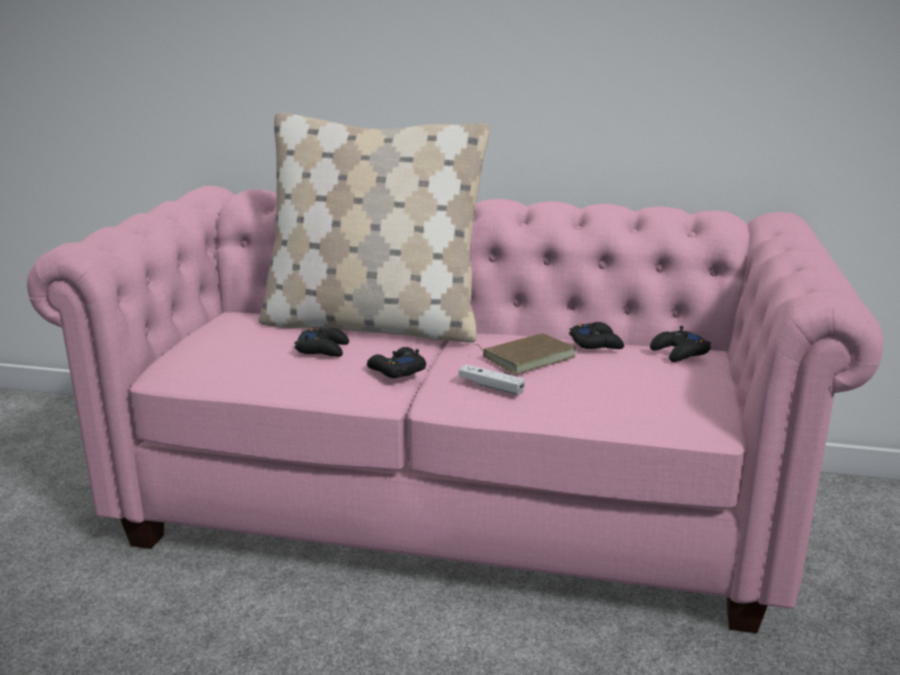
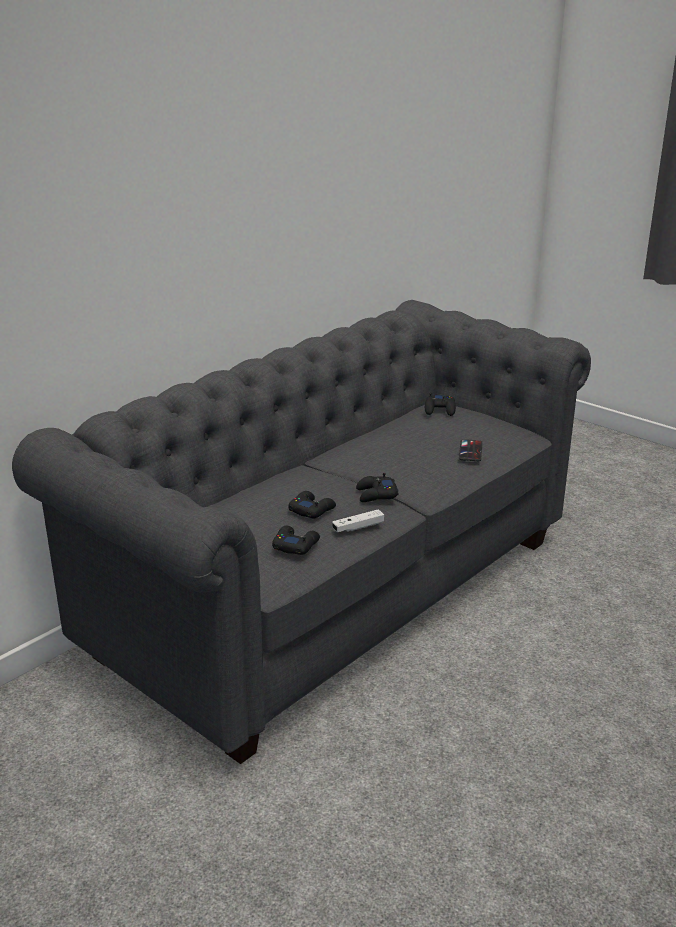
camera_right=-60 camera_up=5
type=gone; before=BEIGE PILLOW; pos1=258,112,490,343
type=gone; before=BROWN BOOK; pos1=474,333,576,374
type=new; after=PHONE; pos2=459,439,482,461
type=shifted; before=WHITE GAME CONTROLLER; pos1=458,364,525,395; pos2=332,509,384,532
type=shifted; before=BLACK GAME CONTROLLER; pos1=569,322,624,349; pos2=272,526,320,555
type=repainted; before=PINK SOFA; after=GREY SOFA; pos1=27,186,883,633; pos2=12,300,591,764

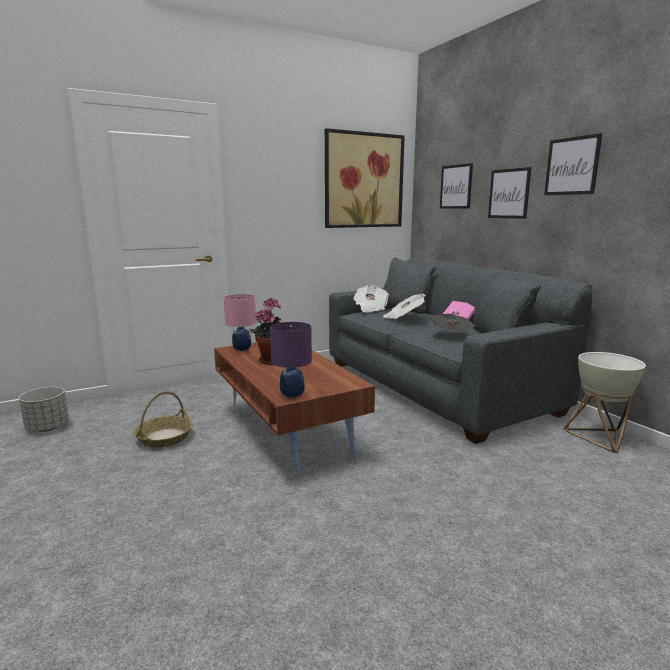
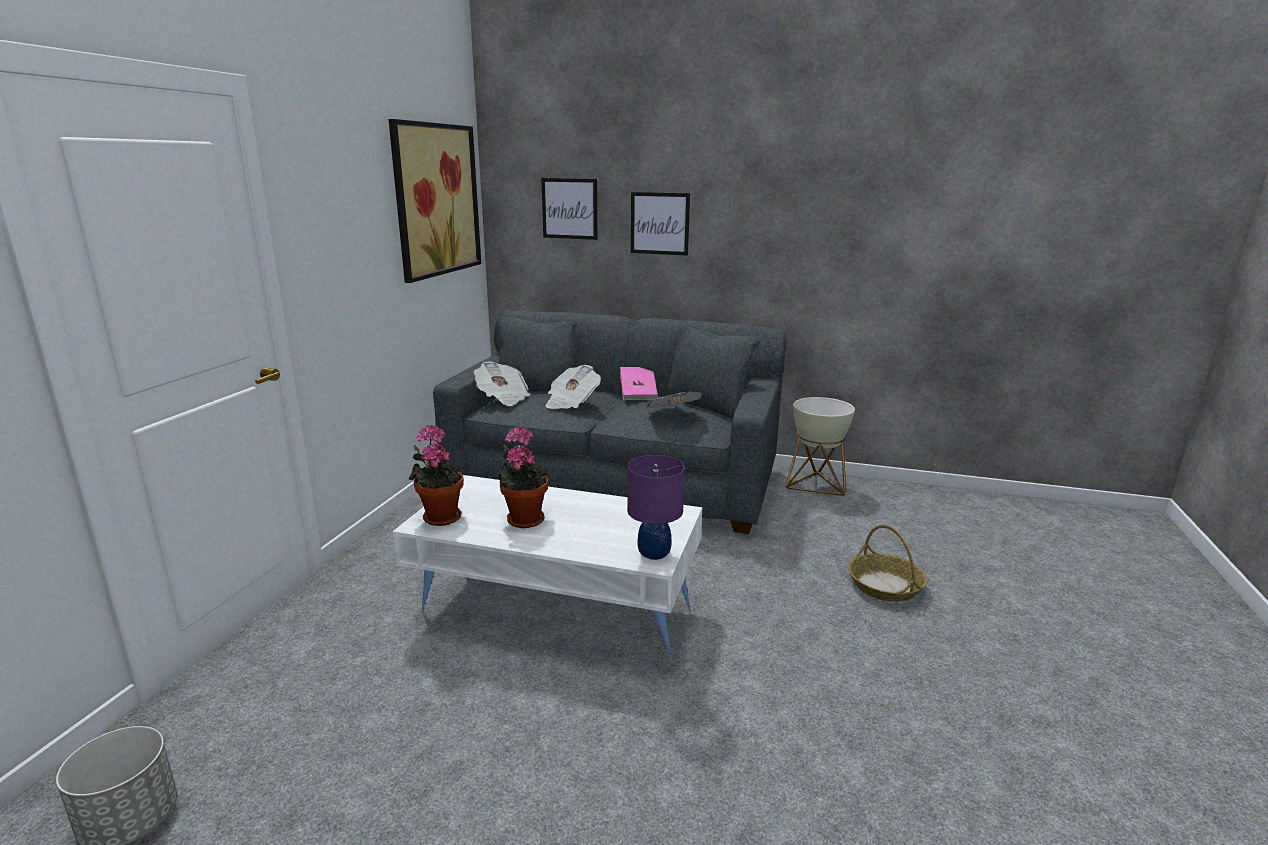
camera_right=-45 camera_up=5
type=gone; before=PICTURE; pos1=544,133,602,195
type=shifted; before=BASKET; pos1=133,391,193,448; pos2=848,525,928,602
type=swapped; before=PINK TABLE LAMP; after=POTTED PLANT; pos1=224,294,256,351; pos2=409,425,464,526
type=repainted; before=BROWN COFFEE TABLE; after=WHITE COFFEE TABLE; pos1=214,342,375,481; pos2=393,475,702,660

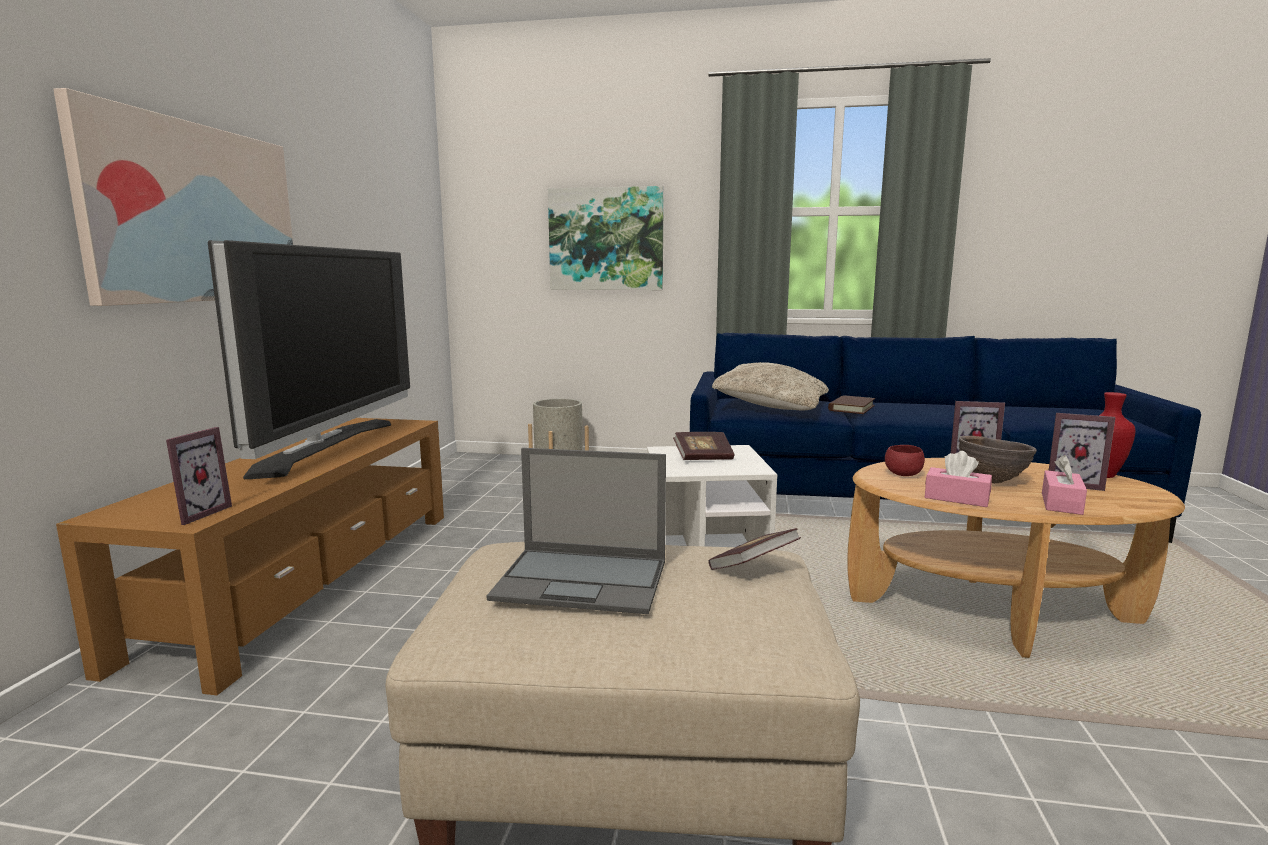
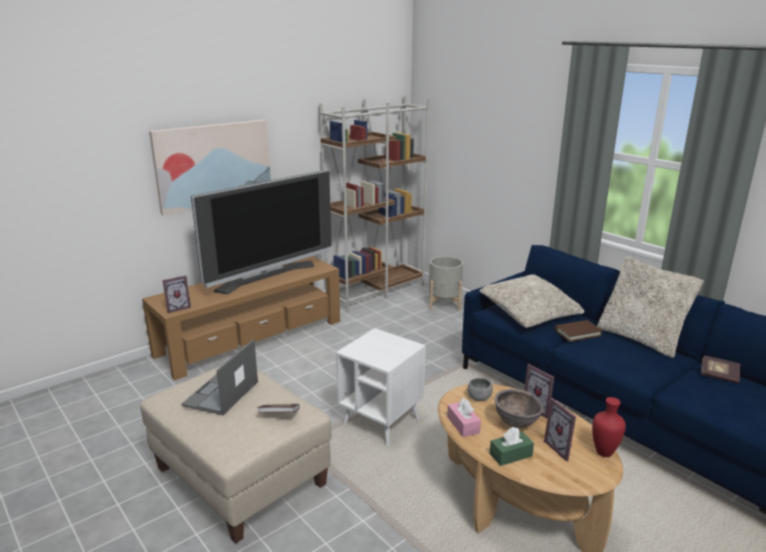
camera_right=40 camera_up=10
type=gone; before=PICTURE; pos1=548,186,664,290
type=new; after=BROWN BOOKCASE; pos2=319,96,430,311
type=new; after=BEIGE PILLOW; pos2=597,256,704,358
type=shifted; before=BOOK; pos1=673,432,735,460; pos2=701,356,740,383
type=repainted; before=RED BOWL; after=GREY BOWL; pos1=885,445,925,476; pos2=468,378,493,401
type=repainted; before=PINK TISSUE BOX; after=GREEN TISSUE BOX; pos1=1042,455,1087,515; pos2=490,427,534,466
type=rotated; before=LAPTOP; pos1=487,448,666,614; pos2=181,340,258,415; turn=60

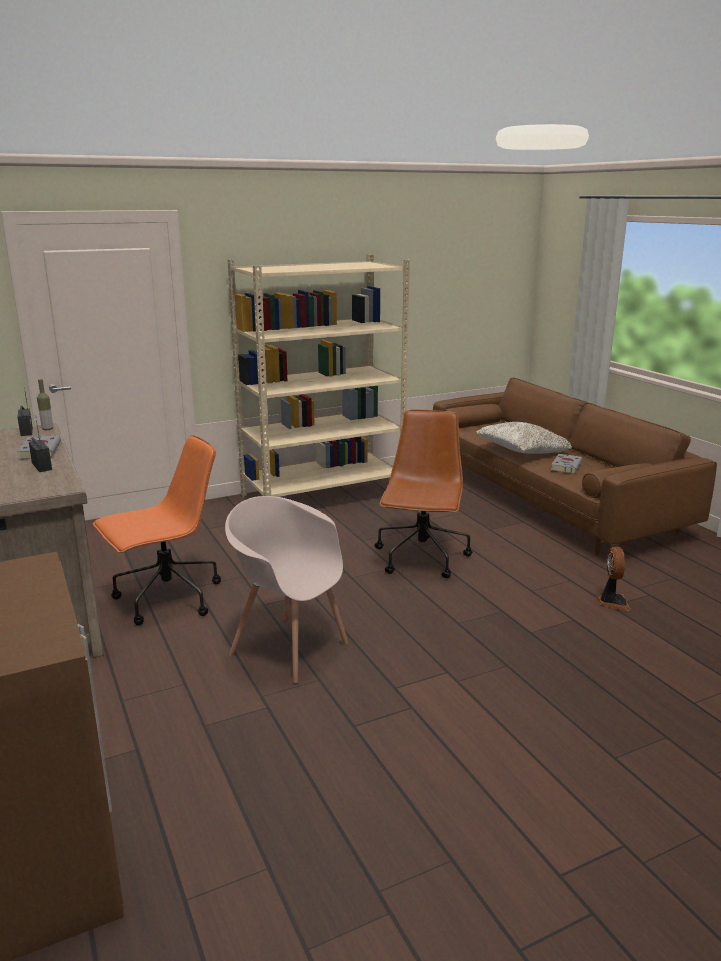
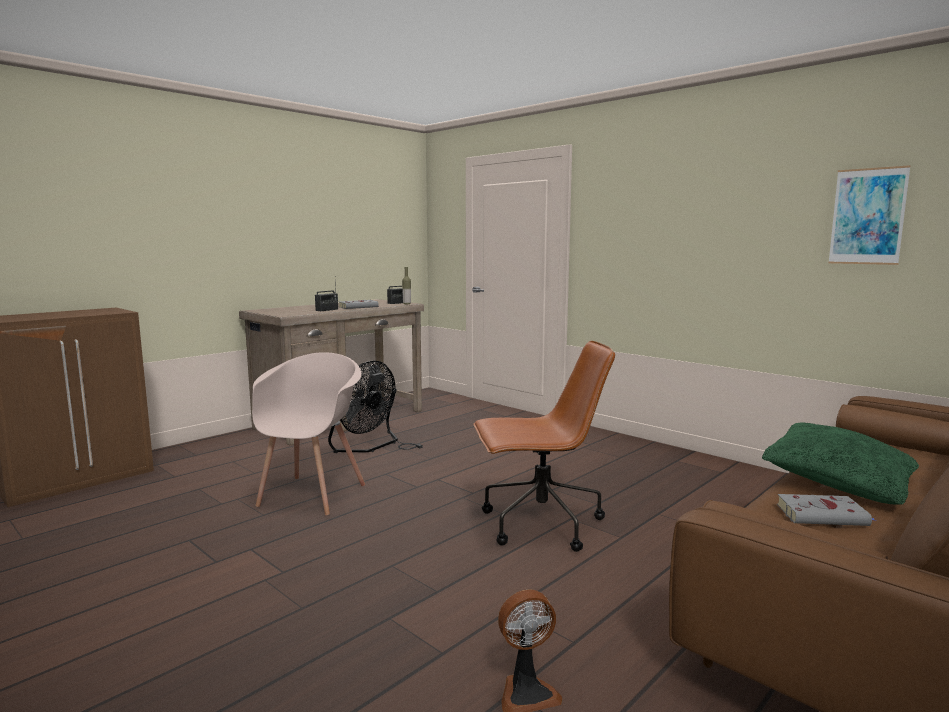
camera_right=70 camera_up=-10
type=gone; before=BEIGE BOOKCASE; pos1=228,254,410,498
type=new; after=PICTURE; pos2=828,165,911,265
type=swapped; before=ORANGE OFFICE CHAIR; after=BLACK FAN; pos1=93,435,221,625; pos2=328,361,423,453
type=repainted; before=BEIGE PILLOW; after=GREEN PILLOW; pos1=476,422,572,454; pos2=762,422,919,505

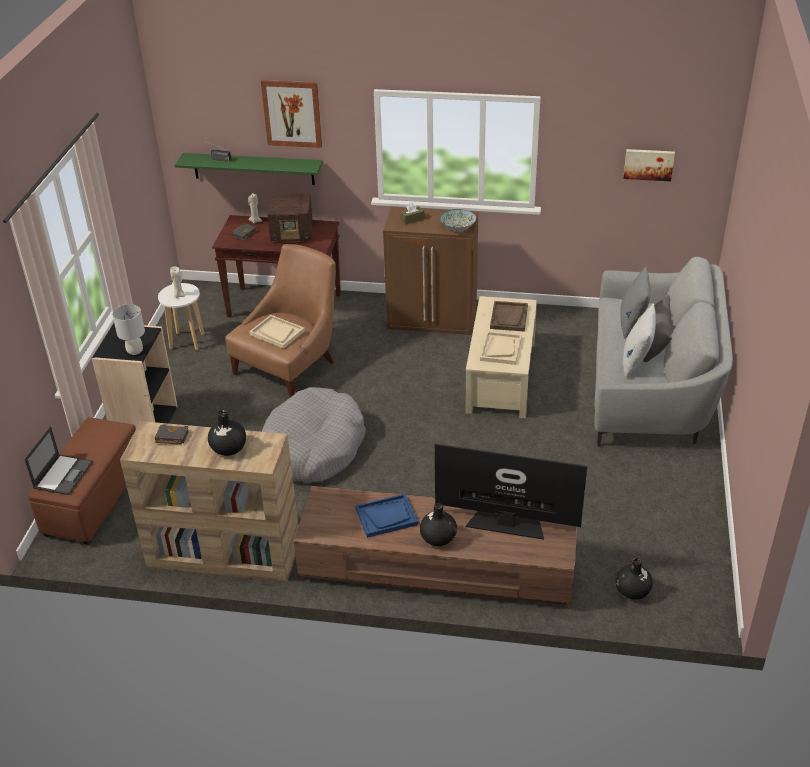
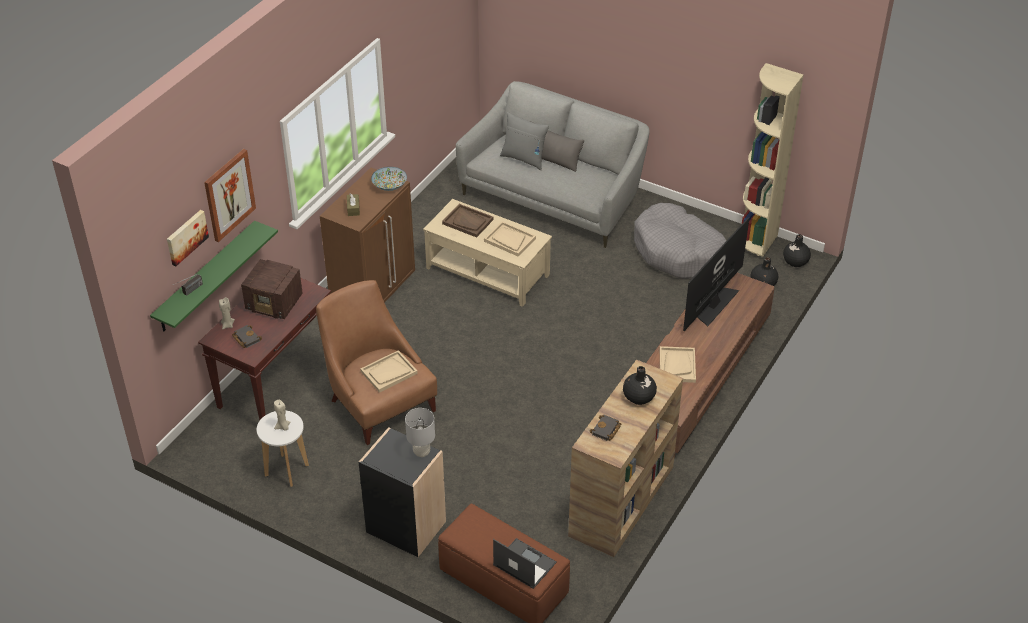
camera_right=-70 camera_up=5
type=gone; before=GREY PILLOW; pos1=623,303,656,378
type=new; after=BEIGE BOOKCASE; pos2=742,63,803,257
type=shifted; before=GREY DOG BED; pos1=262,387,366,483; pos2=634,203,726,278
type=shifted; before=BLACK VASE; pos1=420,503,457,547; pos2=783,234,811,267
type=shifted; before=PICTURE; pos1=623,149,675,181; pos2=167,210,209,266
type=repainted; before=BLUE TRAY; after=BEIGE TRAY; pos1=355,493,418,538; pos2=660,346,696,383
type=rotated; before=RADIO; pos1=268,194,313,242; pos2=241,259,303,319; turn=90

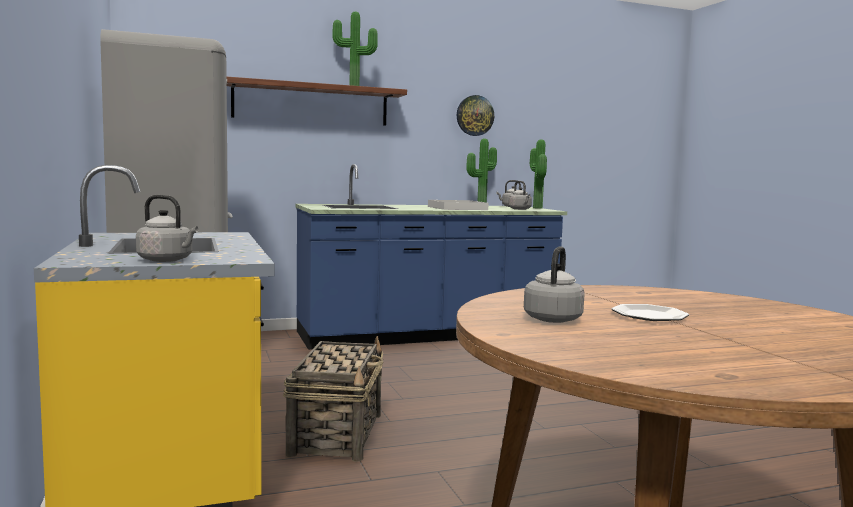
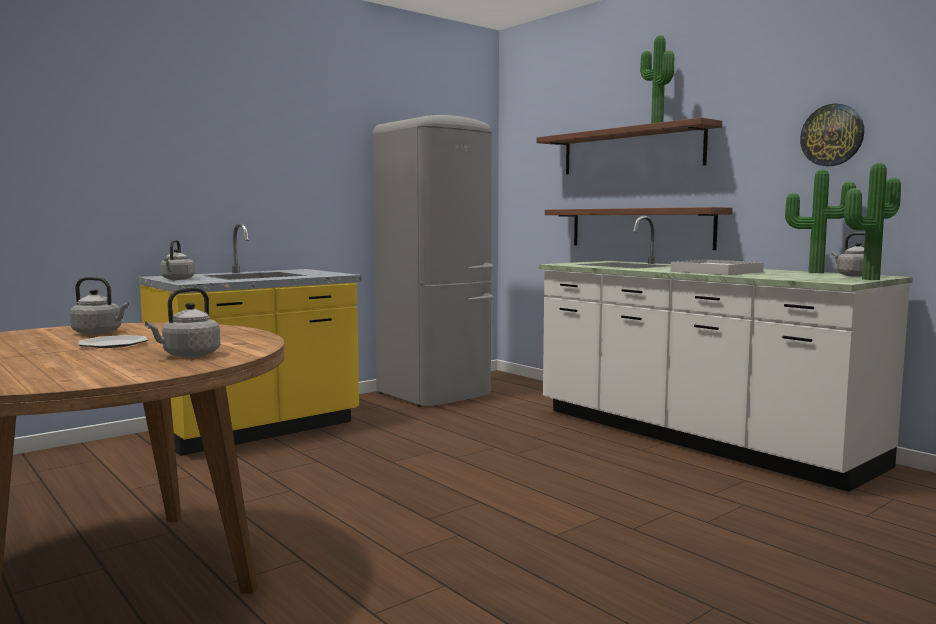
camera_right=70 camera_up=0
type=gone; before=BASKET; pos1=283,336,383,461
type=new; after=SHELF; pos2=545,207,733,250
type=shifted; before=GREY KETTLE; pos1=508,181,532,210; pos2=145,287,220,357
type=repainted; before=BLUE COUNTER; after=WHITE COUNTER; pos1=296,164,567,350; pos2=539,216,913,492

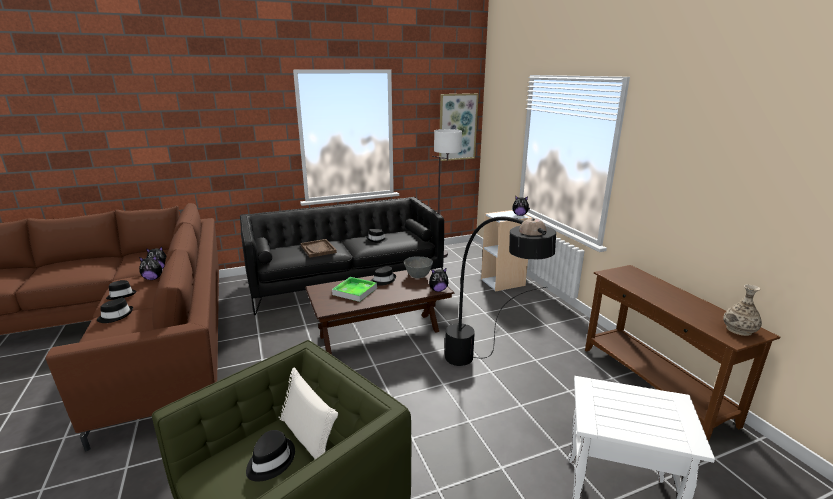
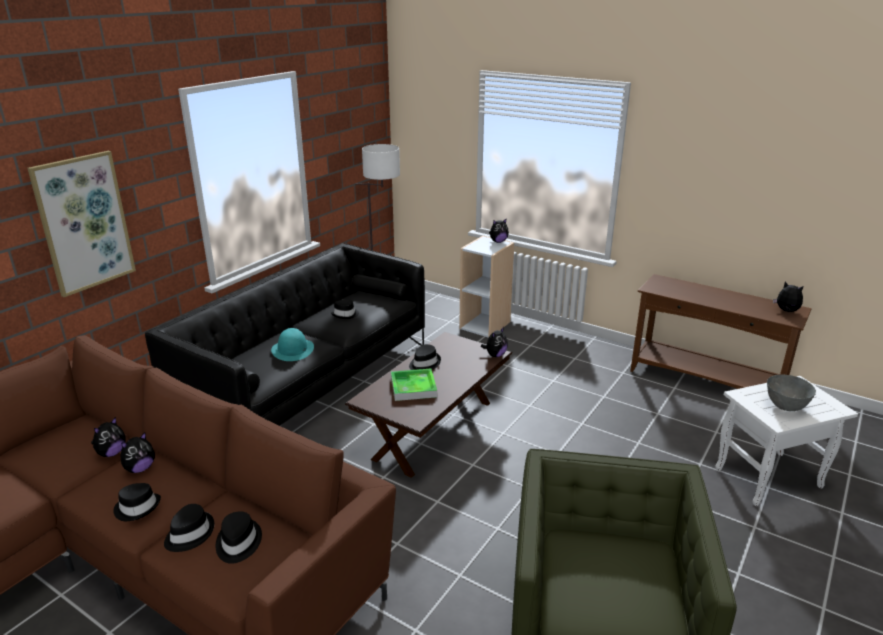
camera_right=-35 camera_up=5
type=gone; before=WHITE PILLOW; pos1=278,368,338,459
type=gone; before=BLACK FLOOR LAMP; pos1=445,217,556,366
type=shifted; before=BLACK HAT; pos1=246,430,295,481; pos2=216,511,262,564
type=shifted; before=GREY BOWL; pos1=404,257,433,278; pos2=767,375,816,411
type=shifted; before=PICTURE; pos1=439,93,479,161; pos2=27,151,136,297
type=swapped; before=BROWN TRAY; after=TURQUOISE HAT; pos1=301,239,337,258; pos2=271,328,314,361
type=swapped; before=VASE; after=PLUSH TOY; pos1=723,284,762,336; pos2=773,282,804,312

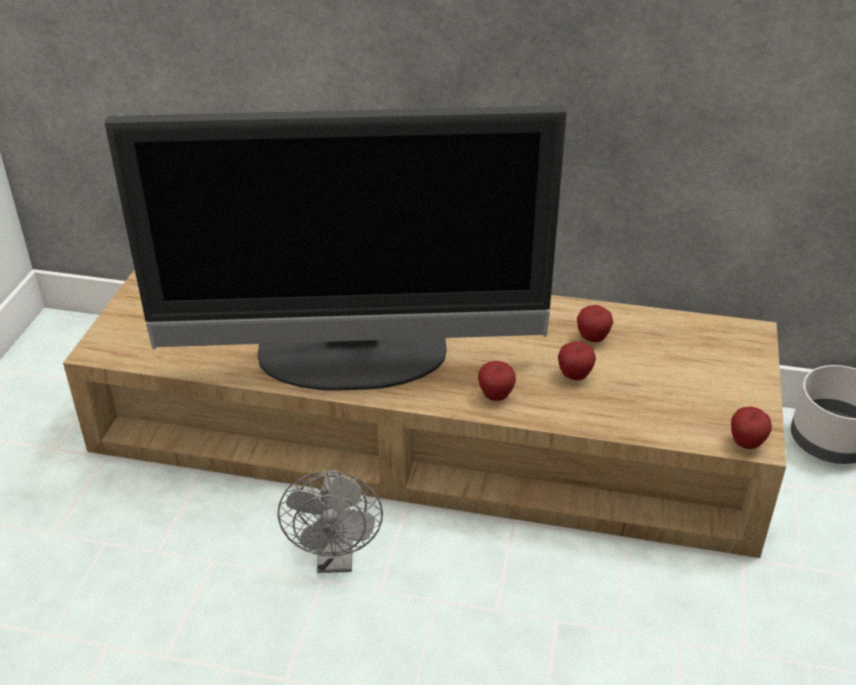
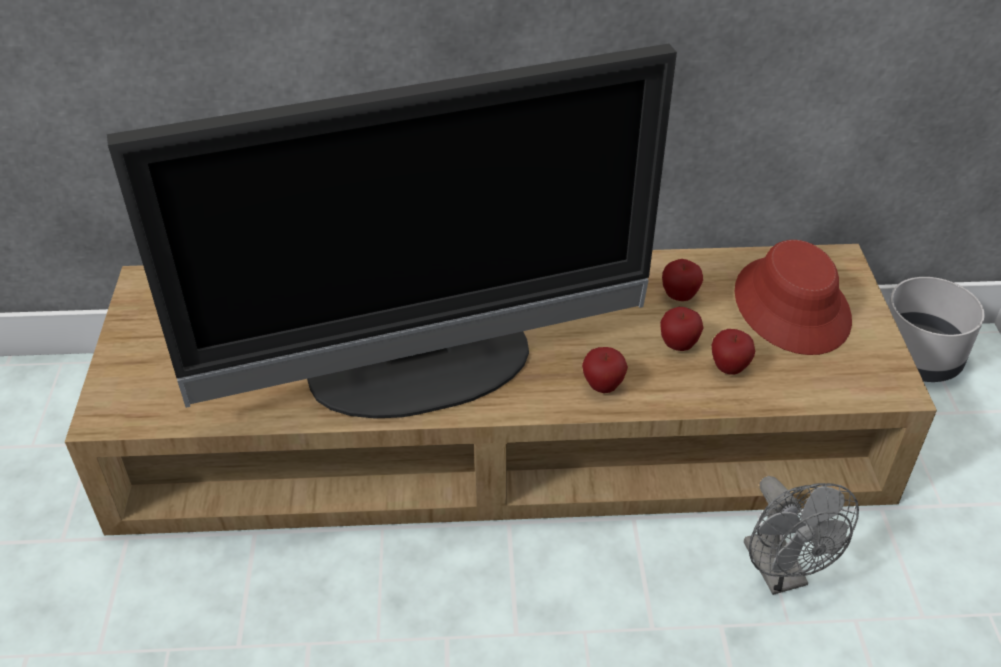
camera_right=-15 camera_up=5
type=new; after=RED HAT; pos2=734,240,852,355
type=shifted; before=GREY FAN; pos1=277,470,383,573; pos2=744,476,859,595
type=shifted; before=APPLE; pos1=731,407,772,449; pos2=712,329,755,375

